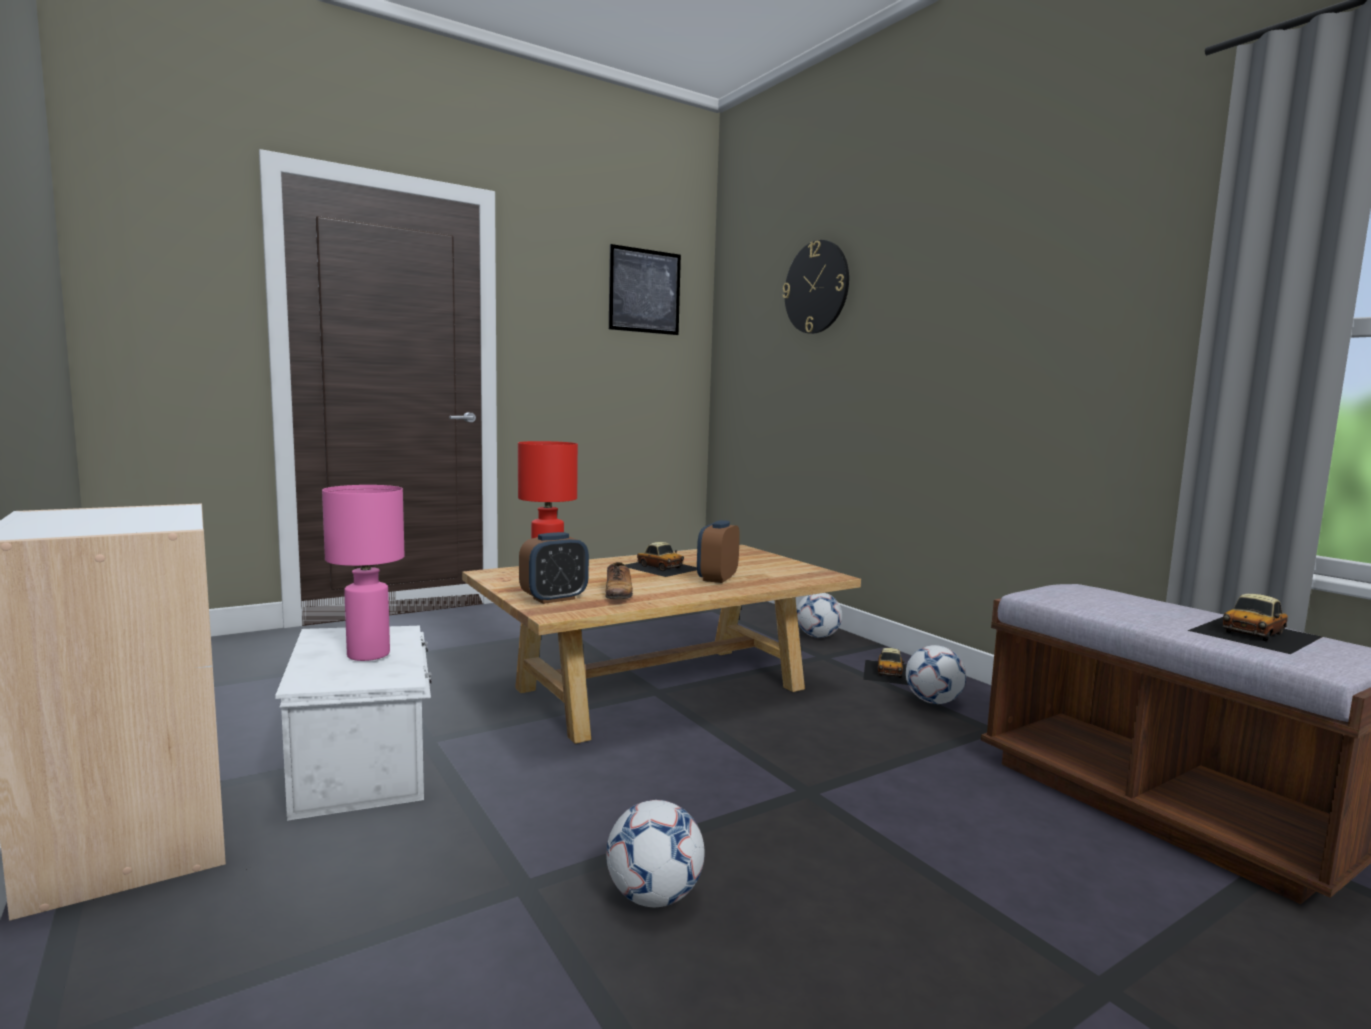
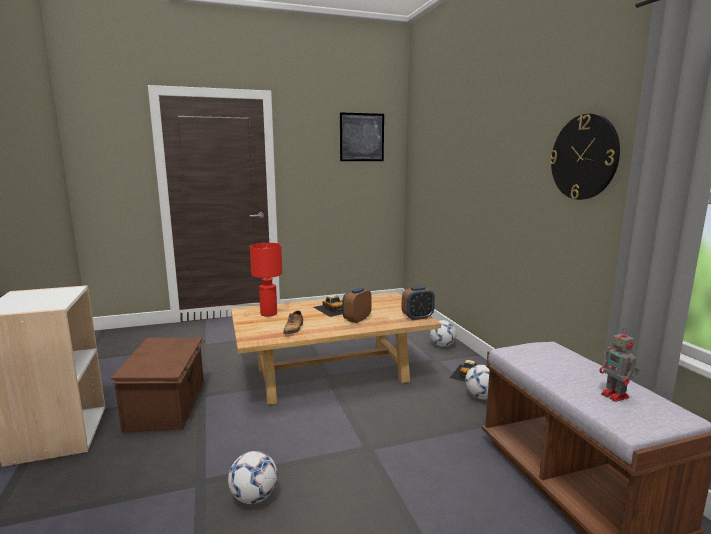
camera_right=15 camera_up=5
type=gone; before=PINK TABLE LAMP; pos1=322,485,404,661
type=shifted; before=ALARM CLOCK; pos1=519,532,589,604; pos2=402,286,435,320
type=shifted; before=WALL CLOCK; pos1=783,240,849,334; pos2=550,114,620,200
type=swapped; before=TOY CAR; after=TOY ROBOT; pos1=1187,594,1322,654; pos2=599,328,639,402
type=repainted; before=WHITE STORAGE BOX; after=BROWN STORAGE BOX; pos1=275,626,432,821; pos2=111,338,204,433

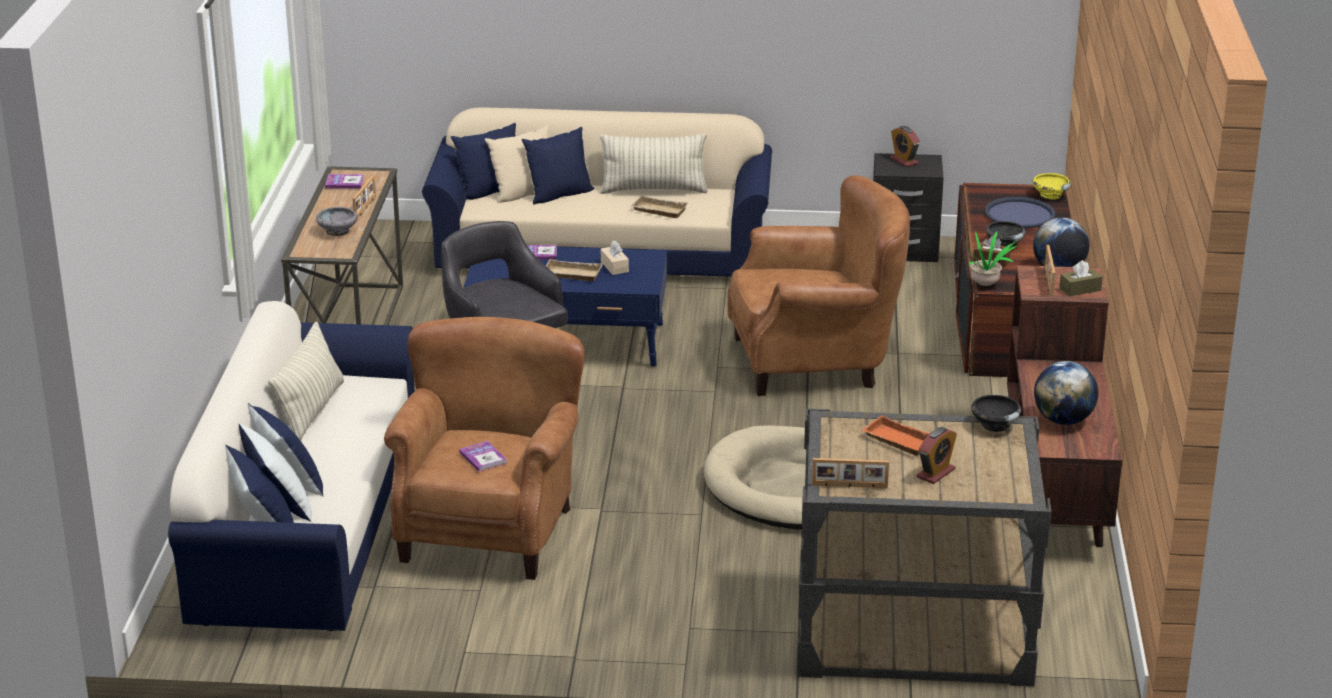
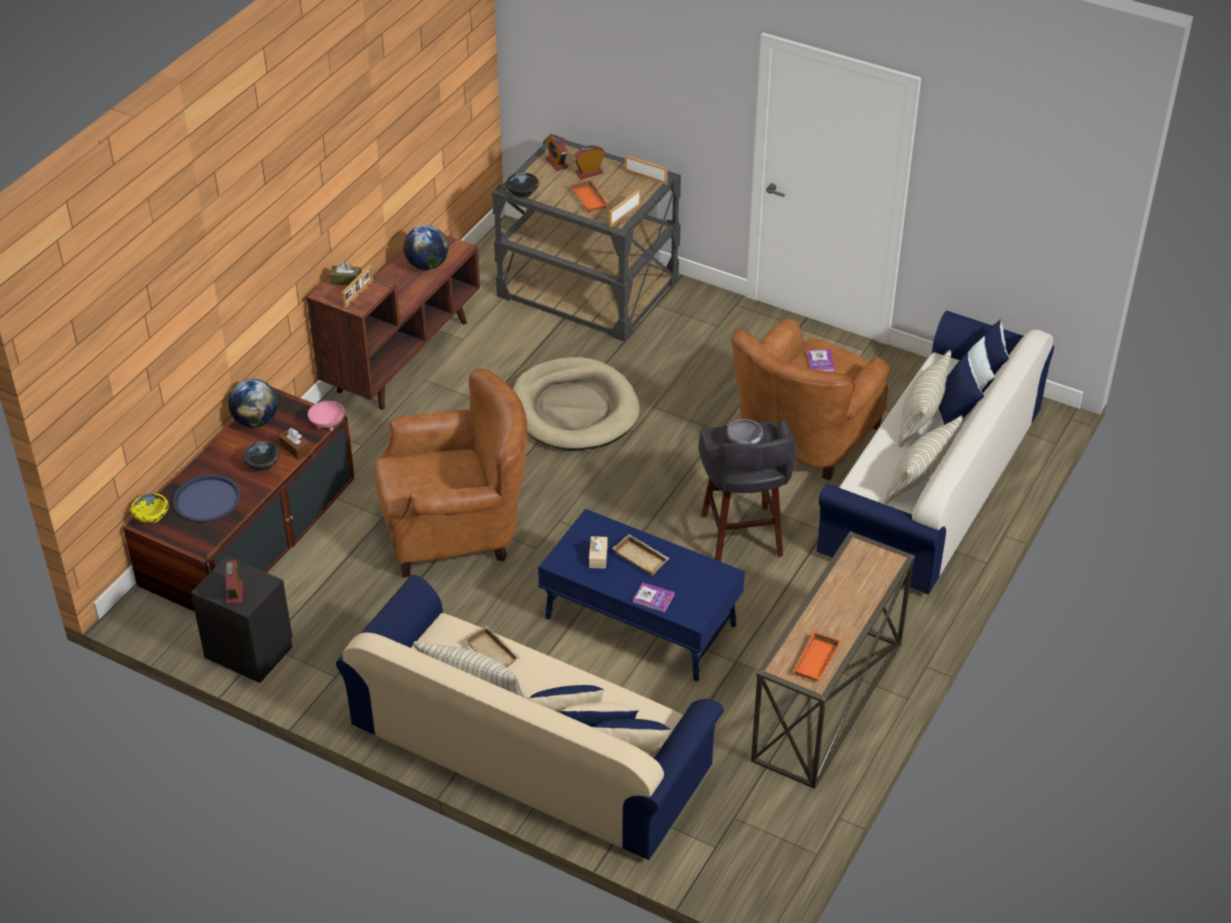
camera_right=-155 camera_up=15
type=new; after=ALARM CLOCK; pos2=545,135,568,171
type=new; after=PILLOW; pos2=899,350,951,447
type=shifted; before=GREY BOWL; pos1=316,207,358,236; pos2=726,419,763,444
type=shifted; before=PICTURE FRAME; pos1=352,175,376,219; pos2=609,189,640,228
type=swapped; before=BOOK; after=ORANGE TRAY; pos1=325,174,364,189; pos2=793,631,841,681
type=swapped; before=POTTED PLANT; after=PINK BOWL; pos1=959,231,1017,286; pos2=308,401,345,431
type=rotated; before=BROWN ARMCHAIR; pos1=727,175,910,396; pos2=374,369,528,578; turn=150

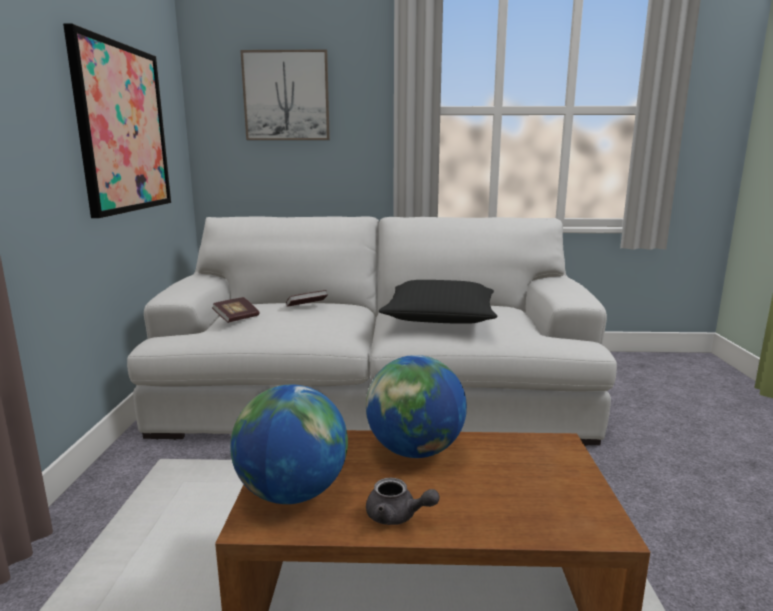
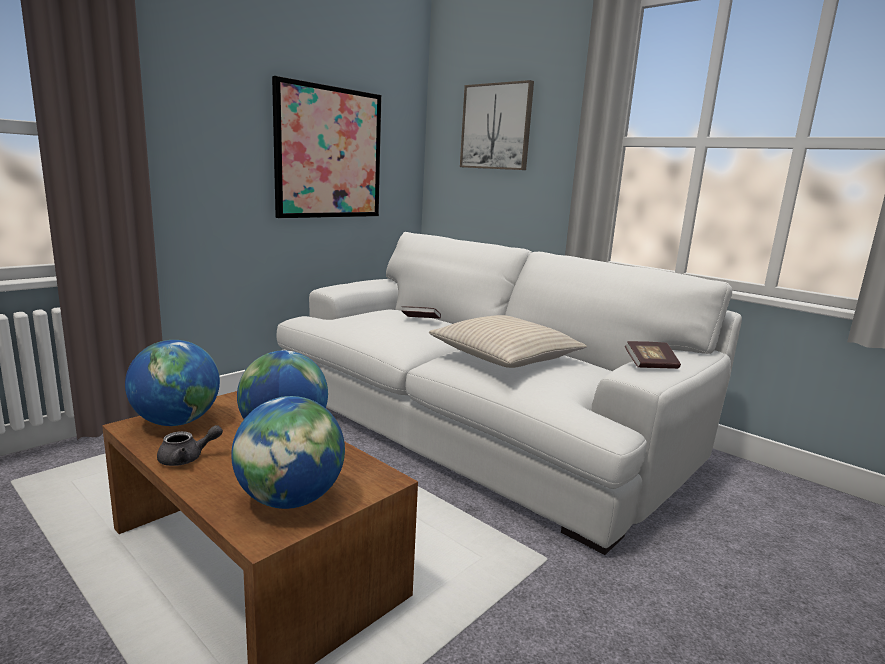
camera_right=40 camera_up=0
type=new; after=GLOBE; pos2=231,396,345,509
type=shifted; before=BOOK; pos1=212,297,260,323; pos2=625,341,681,369
type=repainted; before=BLACK PILLOW; after=BEIGE PILLOW; pos1=379,280,497,324; pos2=429,315,587,368
type=rotated; before=GREY TEAPOT; pos1=366,478,439,525; pos2=157,425,223,466; turn=-90

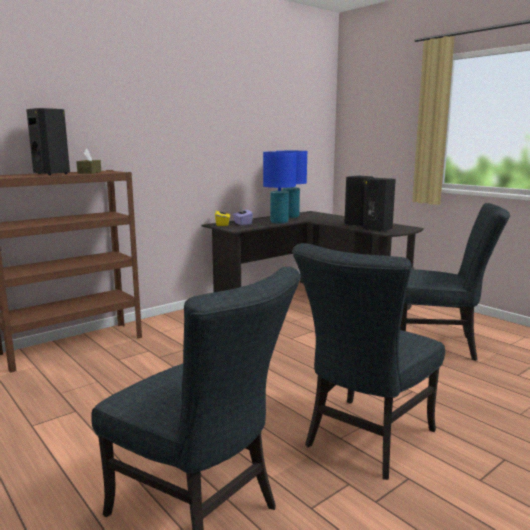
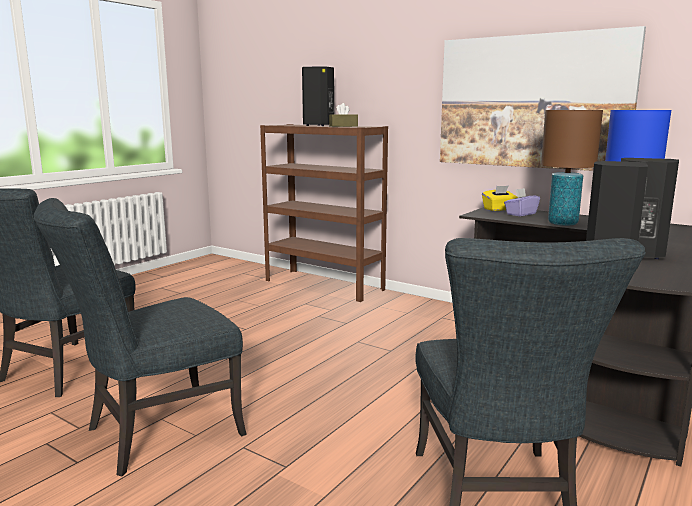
camera_right=75 camera_up=0
type=new; after=PICTURE; pos2=440,26,646,171
type=repainted; before=BLUE TABLE LAMP; after=BROWN TABLE LAMP; pos1=263,151,297,224; pos2=541,110,603,226
type=rotated; before=GREY CHAIR; pos1=292,243,445,480; pos2=34,198,247,476; turn=-60

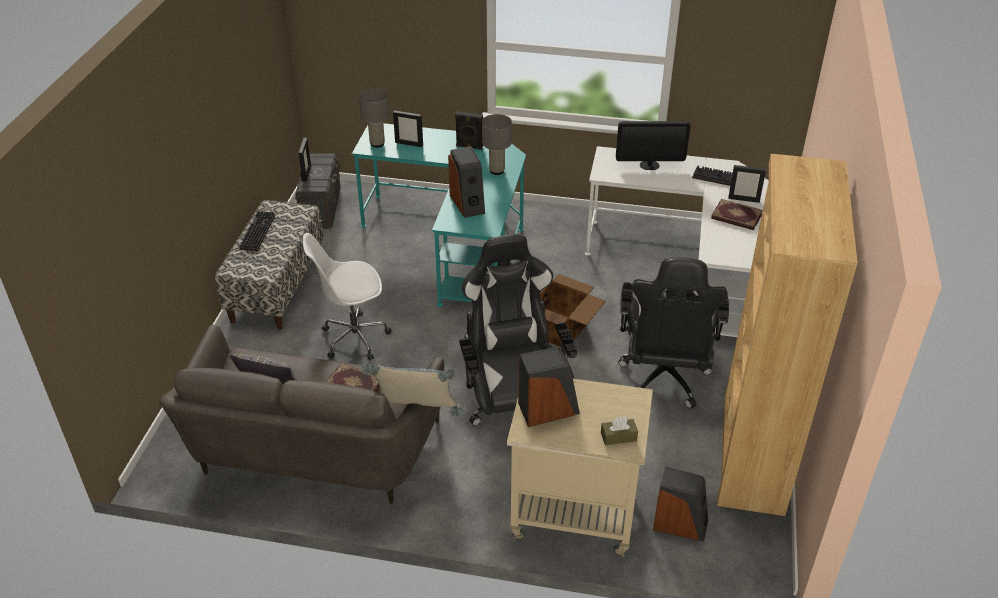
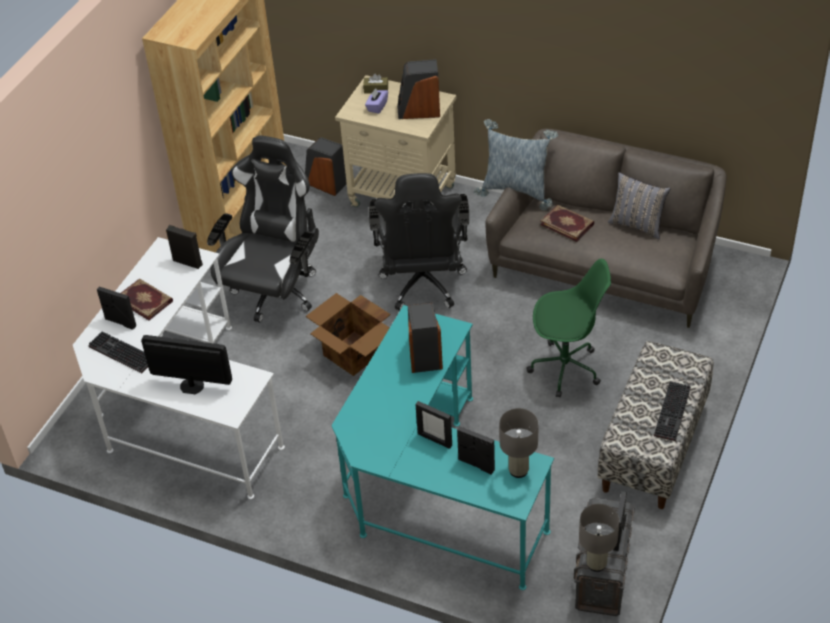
camera_right=-165 camera_up=5
type=new; after=PURPLE TISSUE BOX; pos2=365,88,388,114
type=new; after=PICTURE FRAME; pos2=415,401,452,449
type=shifted; before=BLACK SPEAKER; pos1=455,111,483,150; pos2=166,225,203,269
type=shifted; before=GREY TABLE LAMP; pos1=482,114,512,175; pos2=579,504,619,572
type=repainted; before=WHITE OFFICE CHAIR; after=GREEN OFFICE CHAIR; pos1=303,233,392,360; pos2=527,259,611,398

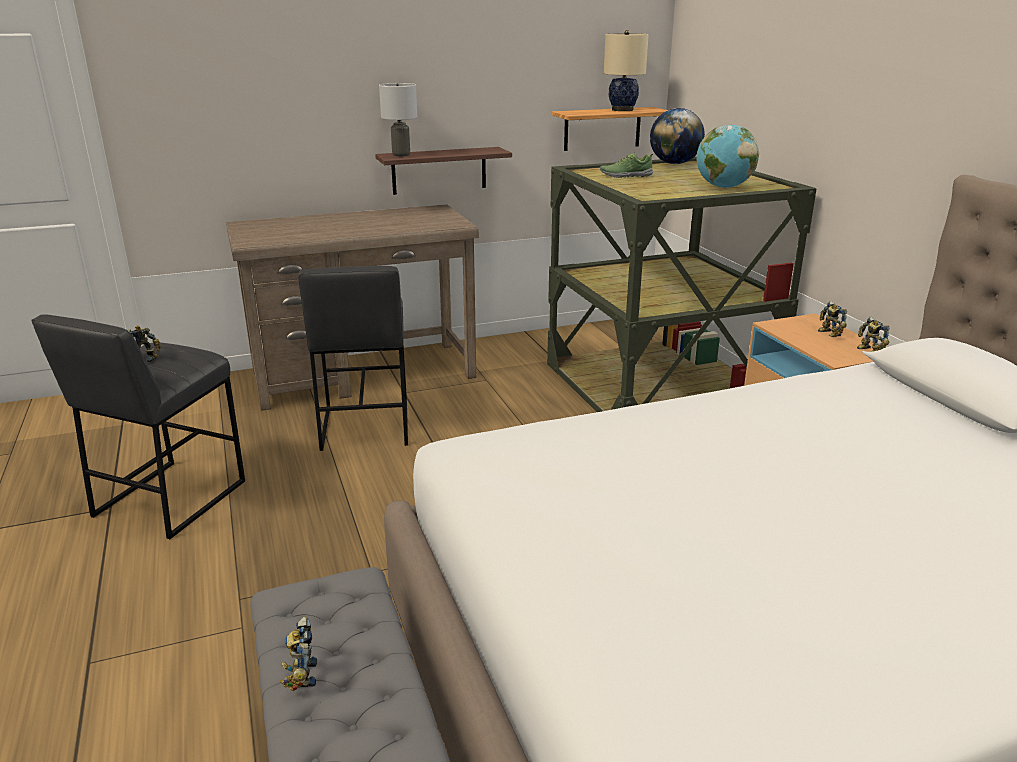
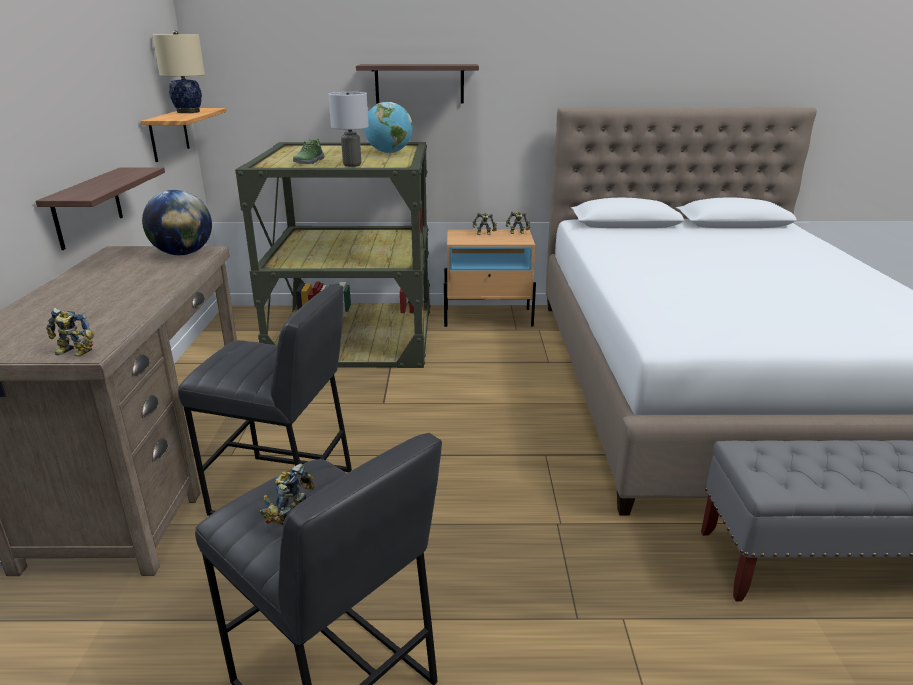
camera_right=-70 camera_up=0
type=new; after=SHELF; pos2=356,64,479,104
type=shifted; before=TOY ROBOT; pos1=280,617,317,691; pos2=46,308,94,356
type=shifted; before=WHITE TABLE LAMP; pos1=379,83,418,157; pos2=328,92,369,167
type=shifted; before=GLOBE; pos1=650,108,705,164; pos2=142,190,212,255

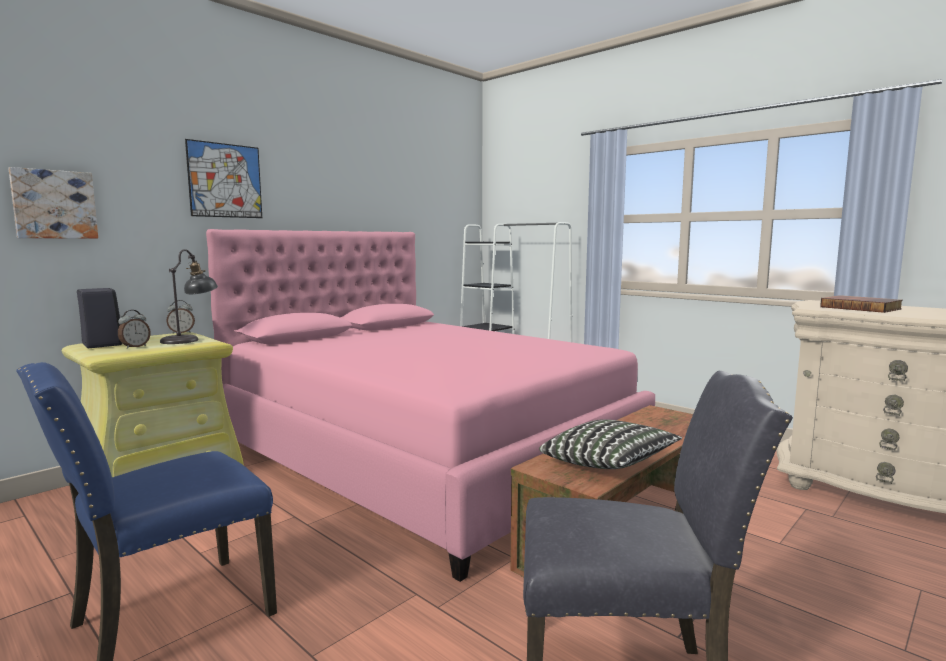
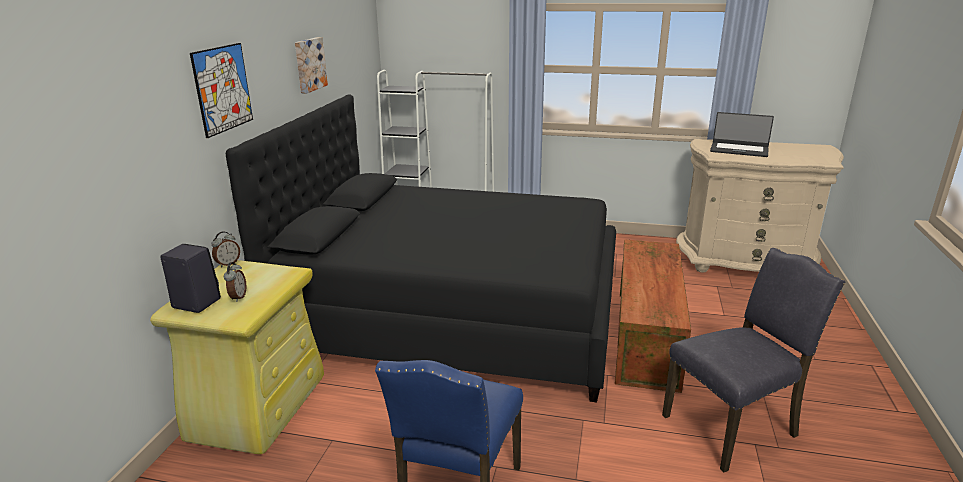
camera_right=-30 camera_up=15
type=gone; before=GREY TABLE LAMP; pos1=160,249,218,344
type=gone; before=PILLOW; pos1=539,419,682,469
type=shifted; before=PICTURE; pos1=9,167,98,239; pos2=295,37,328,94
type=swapped; before=BOOK; after=LAPTOP; pos1=820,295,903,313; pos2=710,112,774,157
type=repainted; before=PINK BED; after=BLACK BED; pos1=206,229,655,582; pos2=226,94,616,403

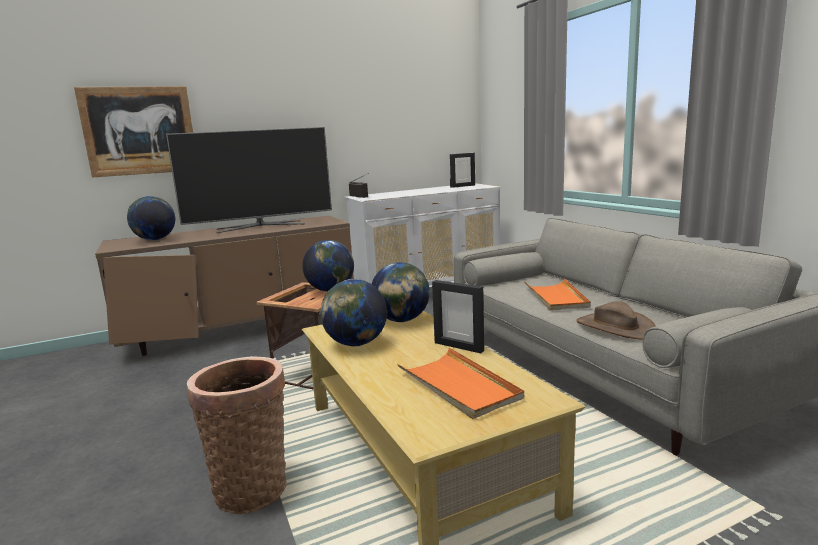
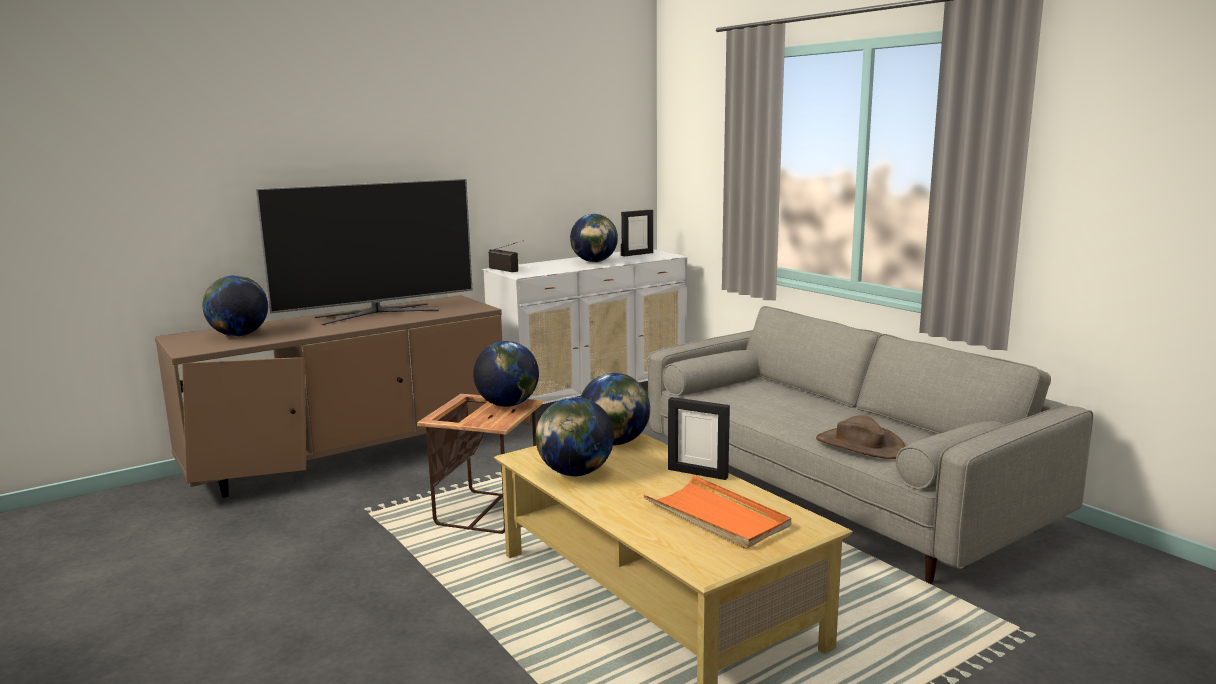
camera_right=-10 camera_up=0
type=gone; before=PICTURE; pos1=74,86,193,178
type=gone; before=BASKET; pos1=187,356,287,514
type=gone; before=ORANGE TRAY; pos1=524,279,591,311
type=new; after=GLOBE; pos2=570,214,618,262

